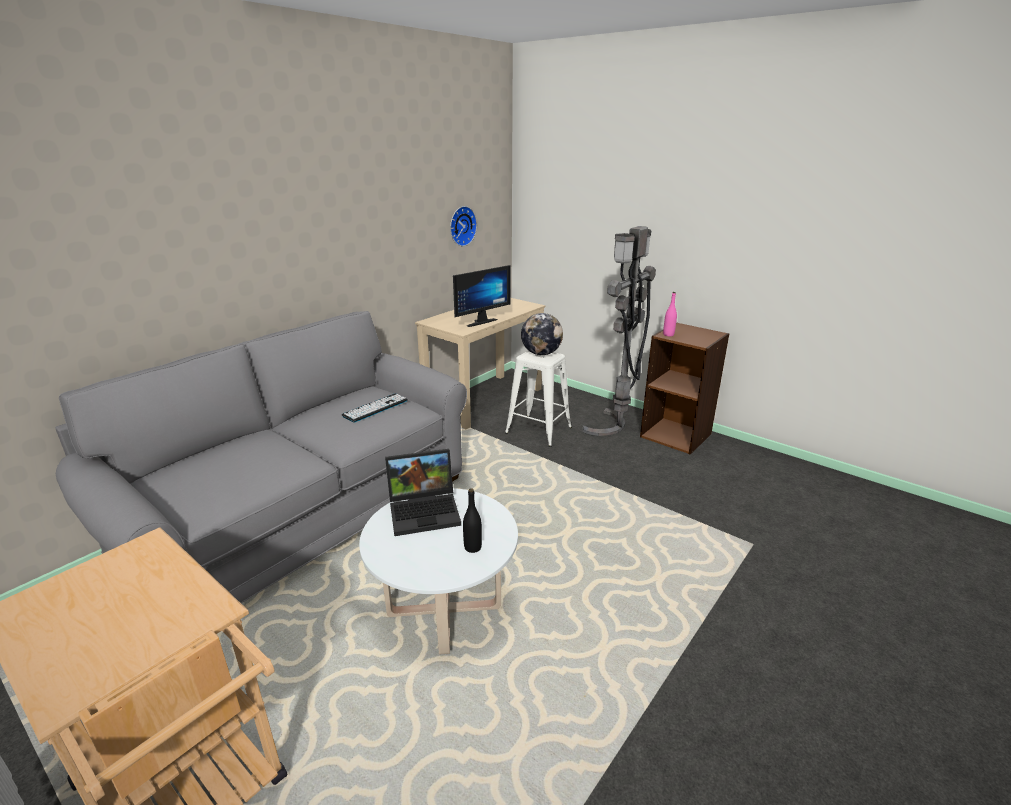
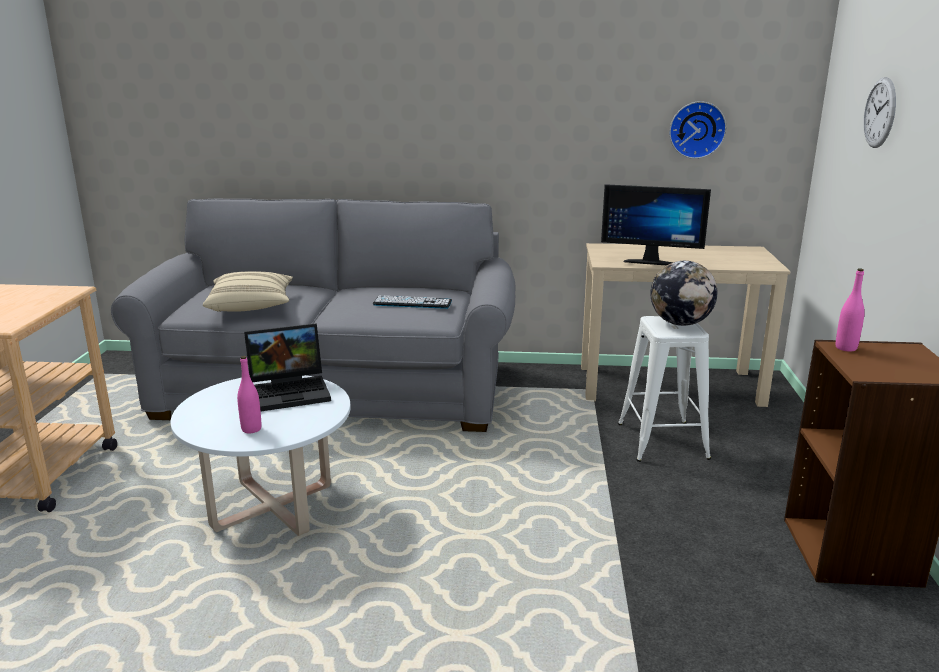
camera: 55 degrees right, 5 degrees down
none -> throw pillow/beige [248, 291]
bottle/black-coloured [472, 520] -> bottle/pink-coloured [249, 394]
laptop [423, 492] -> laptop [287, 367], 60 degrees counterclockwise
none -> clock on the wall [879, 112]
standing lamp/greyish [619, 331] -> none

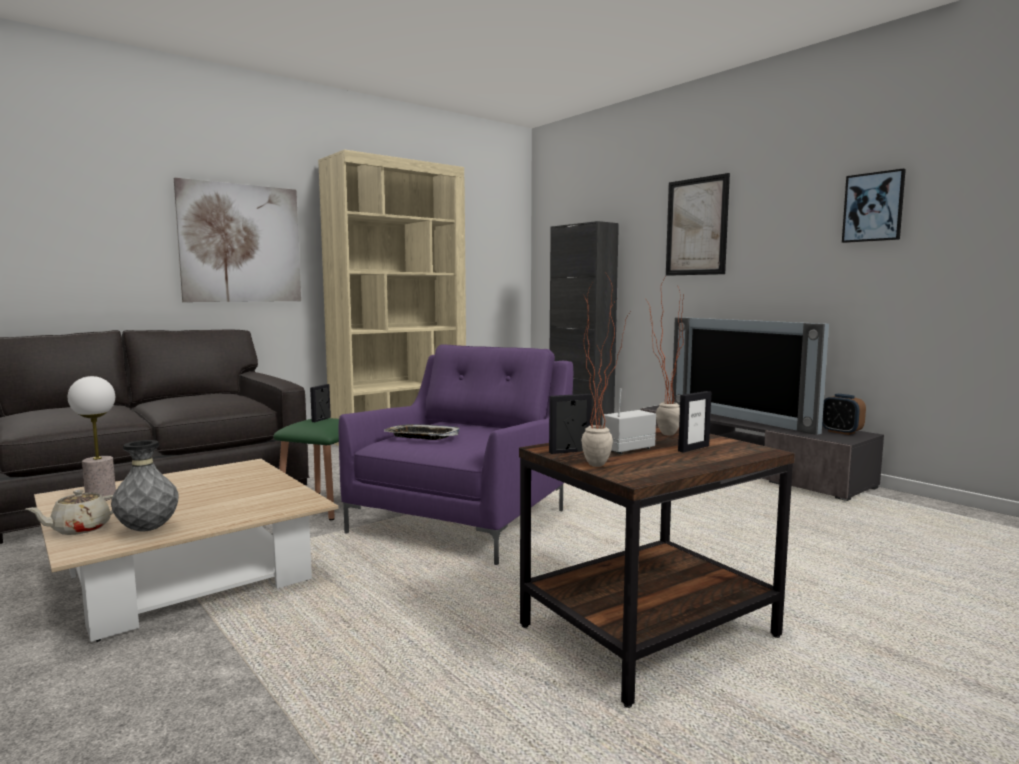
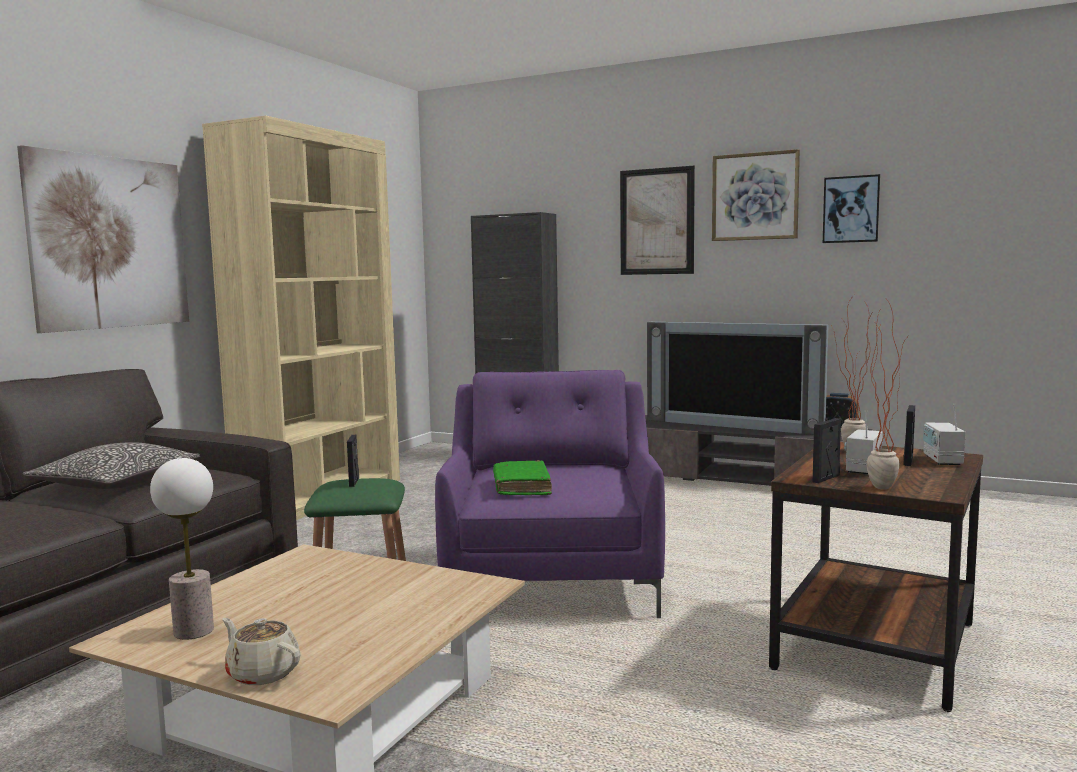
camera: 25 degrees left, 0 degrees up
none -> throw pillow [111, 465]
tea pot/beige [69, 512] -> tea pot/beige [261, 651], 105 degrees clockwise
carrying tray [422, 432] -> volume/greenish [522, 477]
none -> picture [756, 195]
none -> radio receiver [944, 434]
decorative vase/greyish [145, 486] -> none

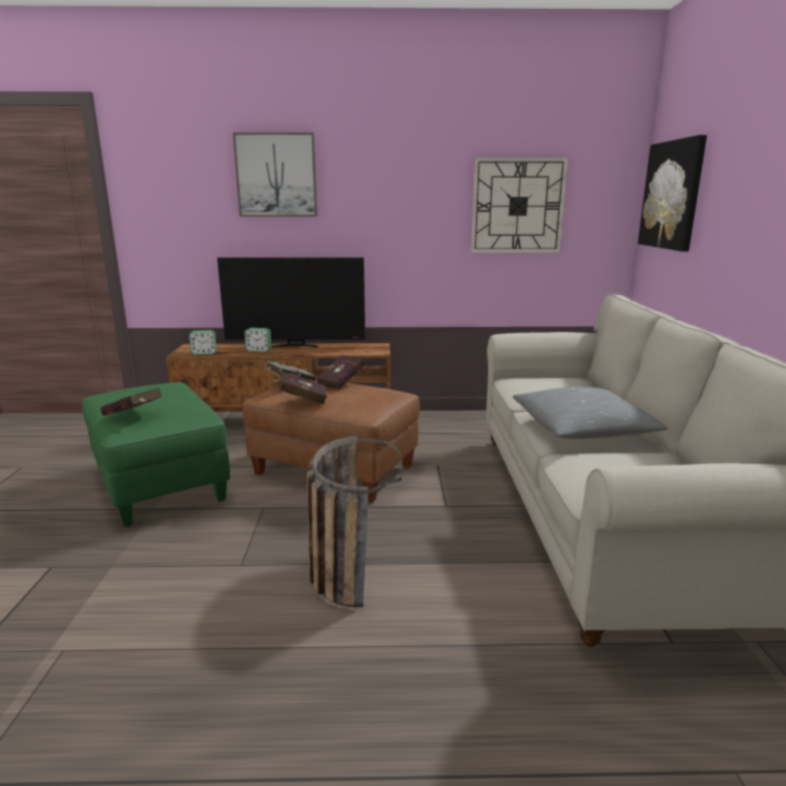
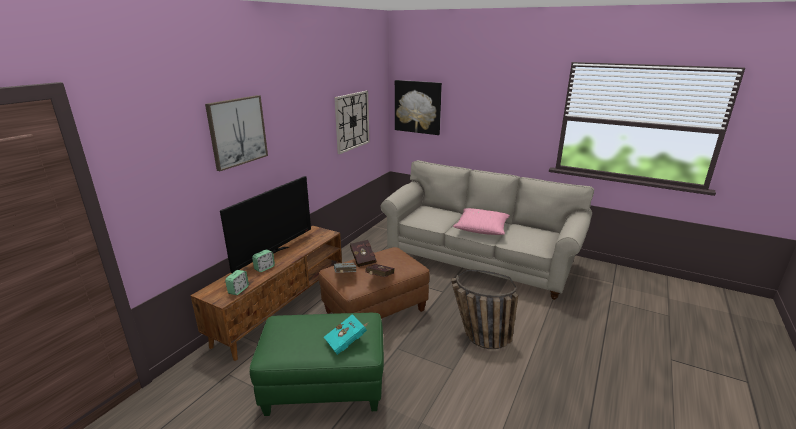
camera: 60 degrees left, 5 degrees up
volume/reddish [131, 402] -> volume/turquoise-coloured [346, 334]
throw pillow/greyish [590, 413] -> throw pillow/pink-coloured [481, 221]

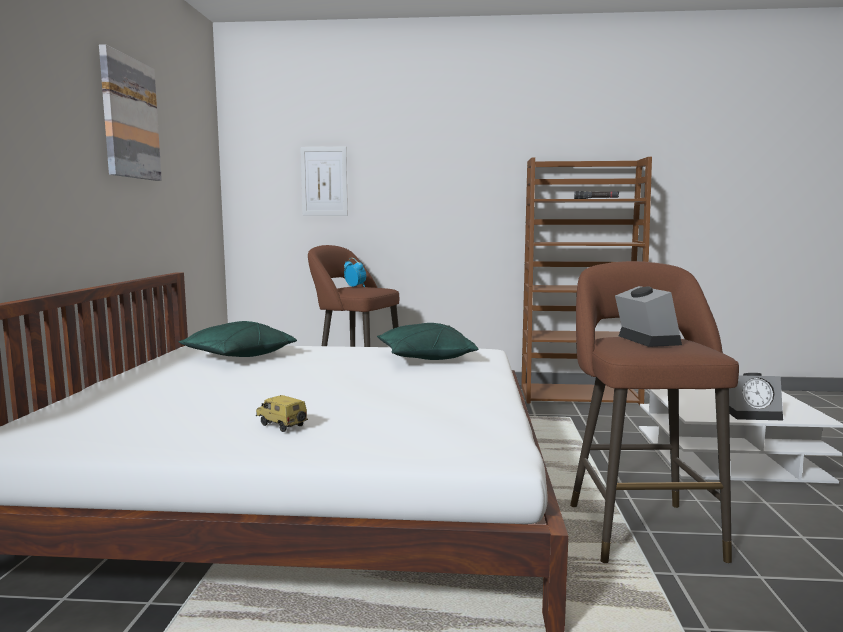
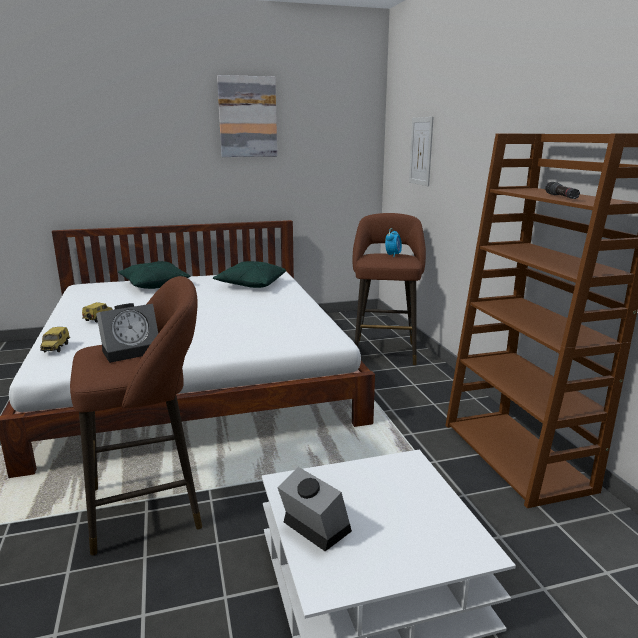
camera: 70 degrees right, 10 degrees up
none -> model car [55, 339]
throw pillow/greenish [428, 341] -> throw pillow/greenish [154, 275], shifted
alarm clock [756, 396] -> alarm clock [314, 509], 150 degrees clockwise

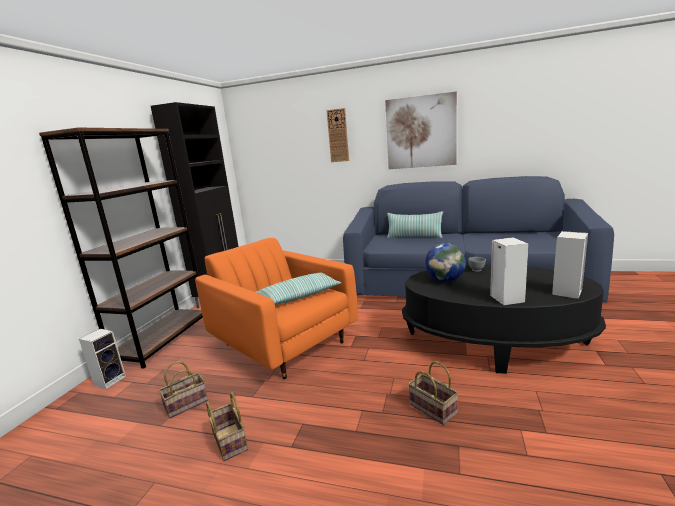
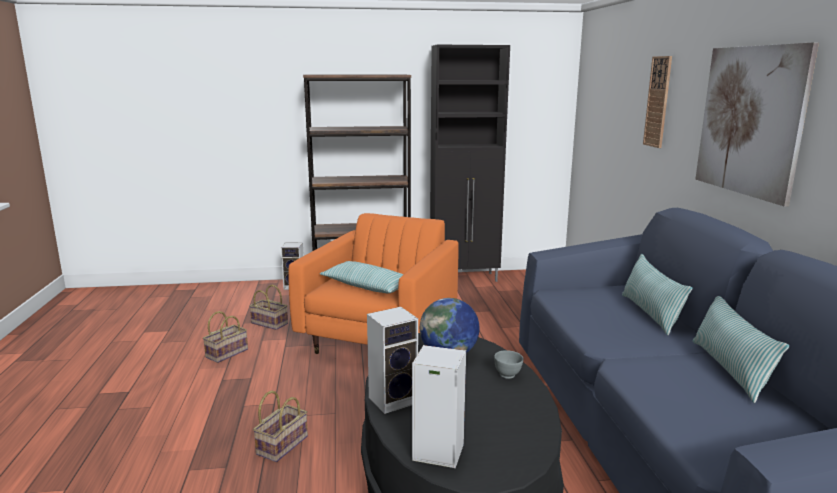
camera: 65 degrees right, 0 degrees up
none -> throw pillow [740, 349]

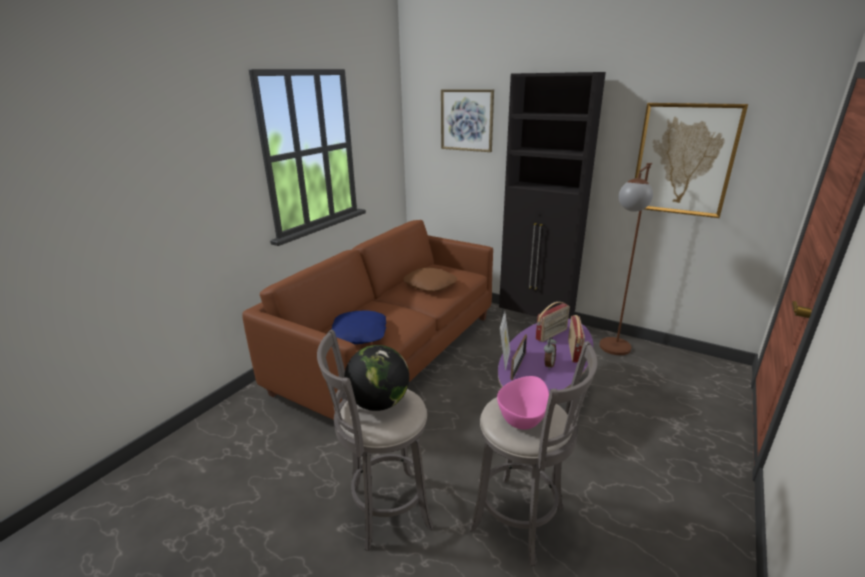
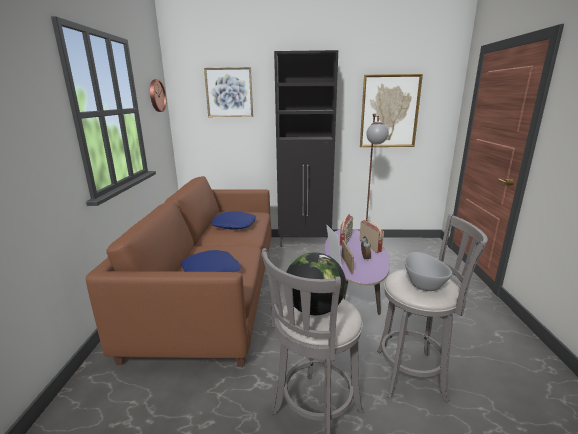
camera: 30 degrees left, 5 degrees down
none -> clock on the wall [158, 95]
throw pillow/brown [430, 279] -> throw pillow/blue [233, 220]
deep dish/pink-coloured [523, 403] -> deep dish/greyish [428, 271]

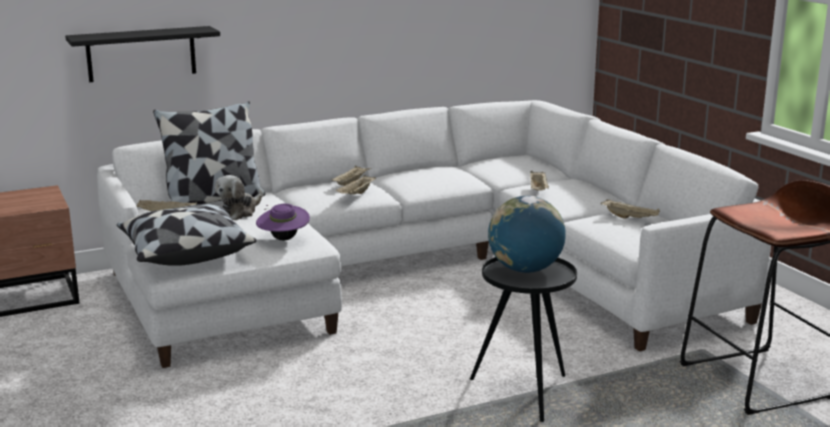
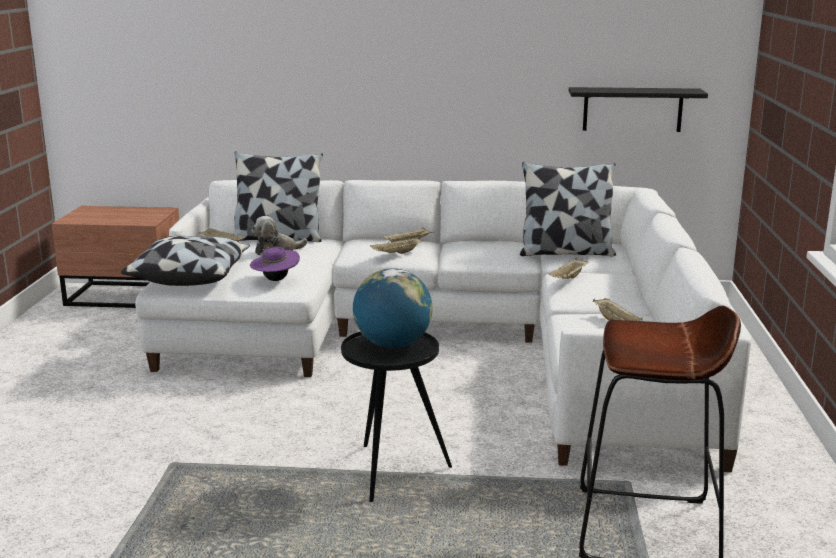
camera: 30 degrees right, 0 degrees up
none -> throw pillow [568, 209]
bracket shelf/black-coloured [142, 54] -> bracket shelf/black-coloured [638, 109], shifted

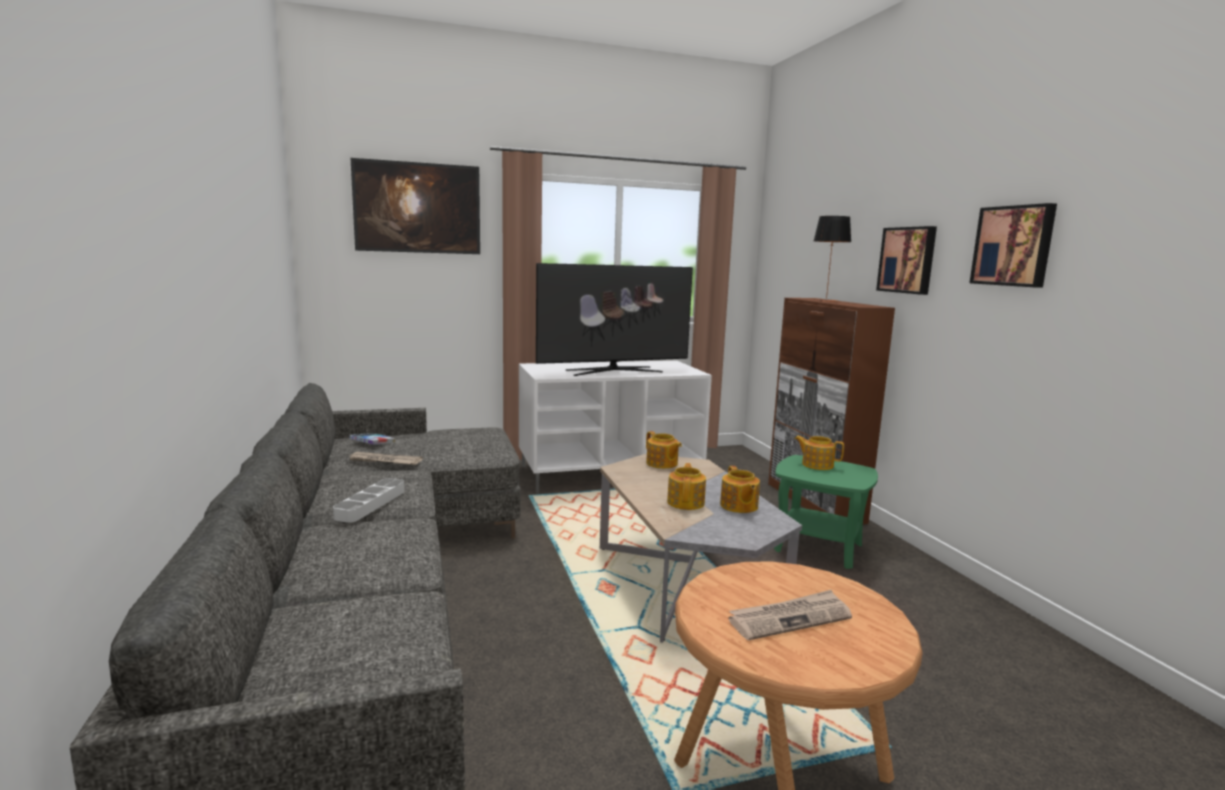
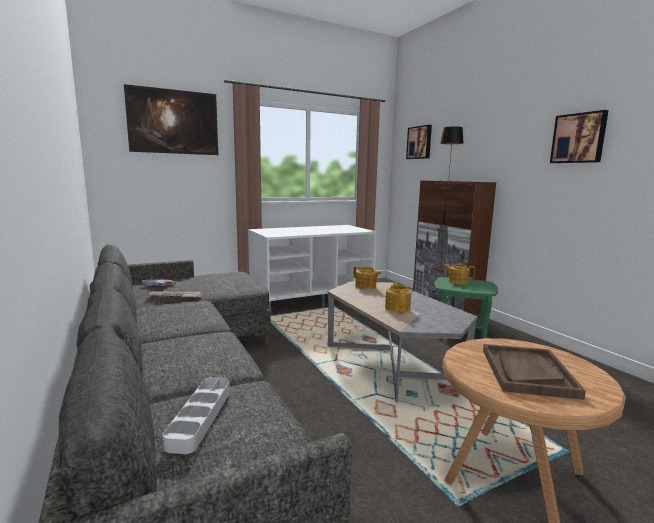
camera: 10 degrees left, 0 degrees up
carrying tray/greyish [368, 500] -> carrying tray/greyish [196, 415], shifted
picture [906, 260] -> picture [419, 142], shifted
printed paper [790, 615] -> carrying tray/brown [534, 372]
television [614, 319] -> none
tea pot [740, 489] -> none

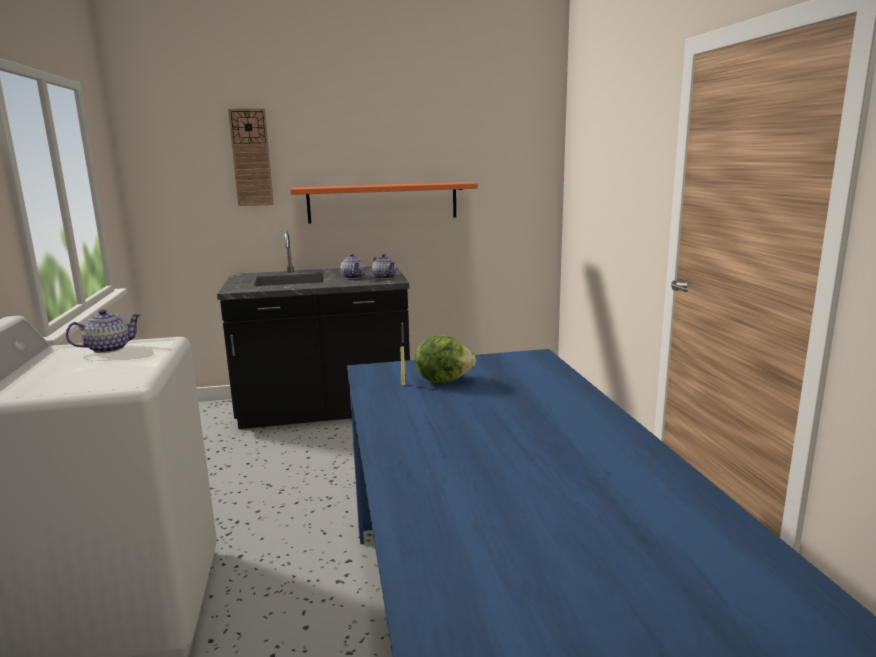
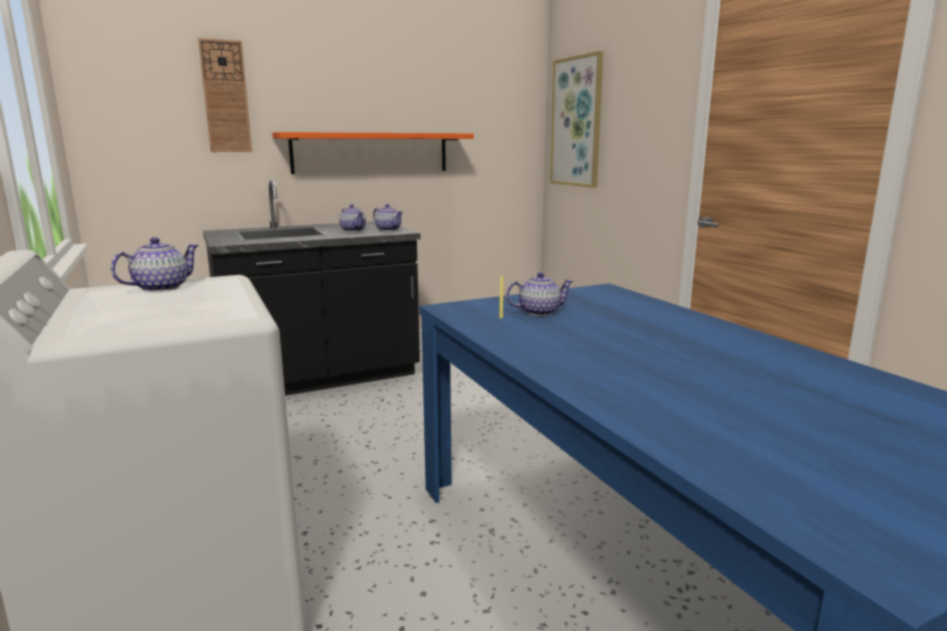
camera: 15 degrees left, 0 degrees up
lettuce [445, 359] -> tea pot [540, 294]
none -> picture [576, 119]

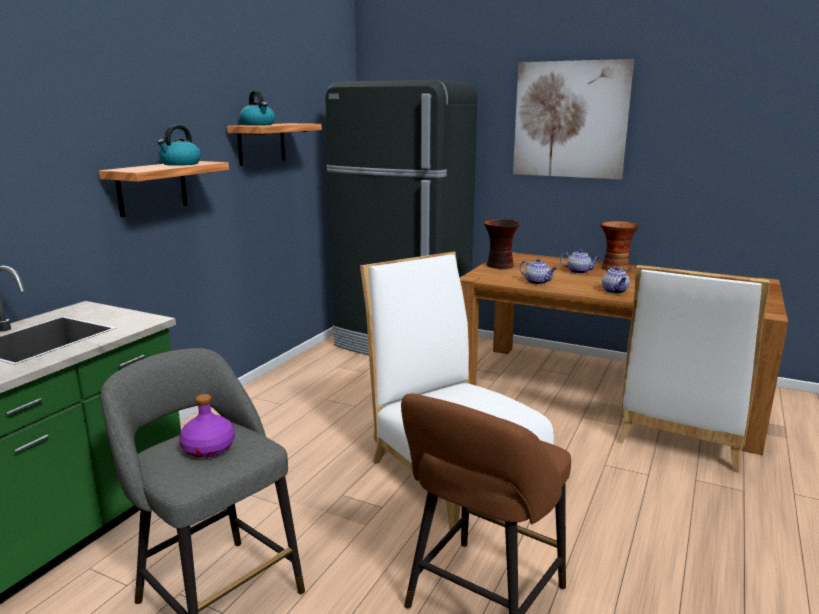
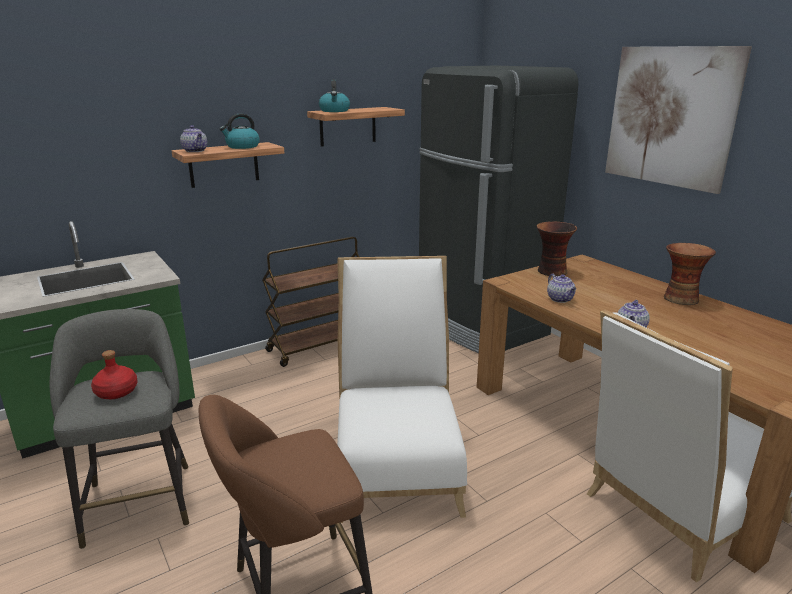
camera: 30 degrees right, 5 degrees up
bottle/purple-coloured [207, 425] -> bottle/reddish [114, 374]
tea pot [580, 261] -> tea pot [193, 138], shifted
none -> trolley/brown [310, 302]

